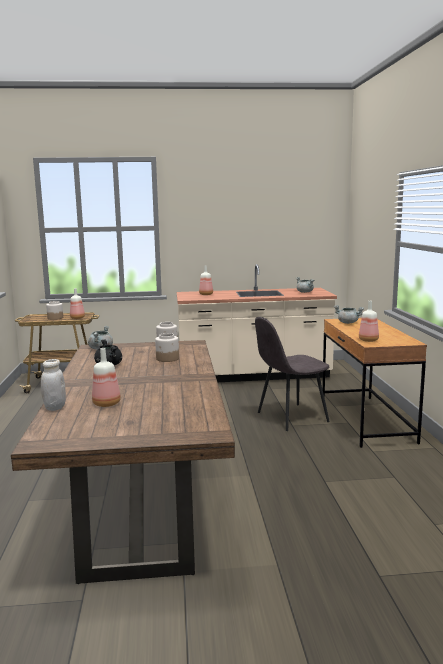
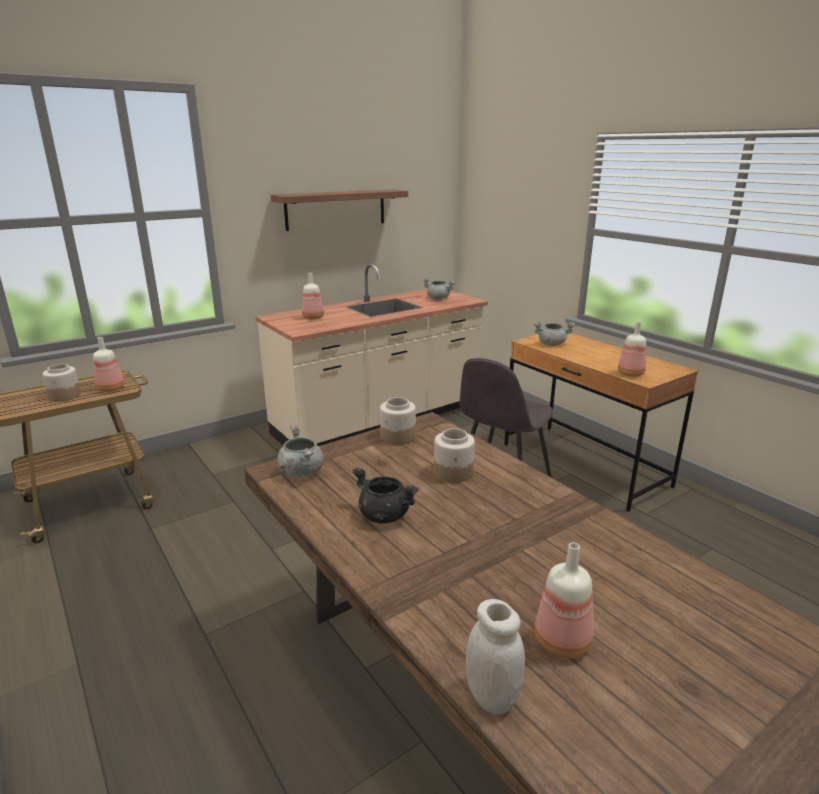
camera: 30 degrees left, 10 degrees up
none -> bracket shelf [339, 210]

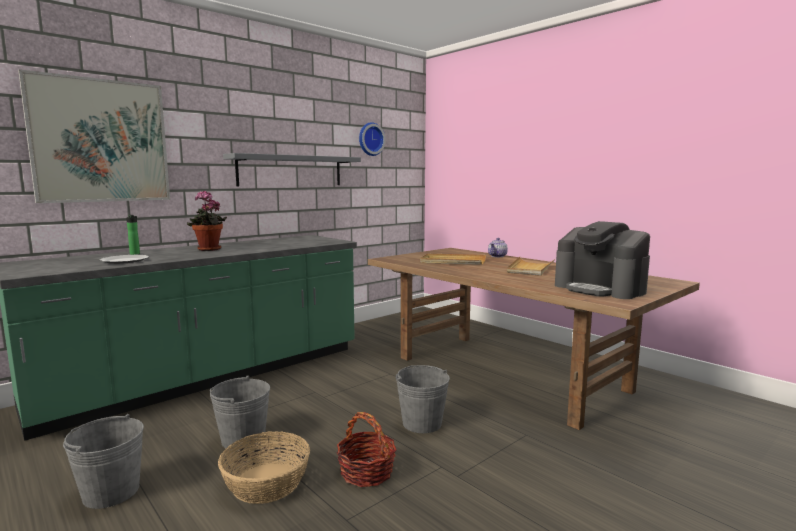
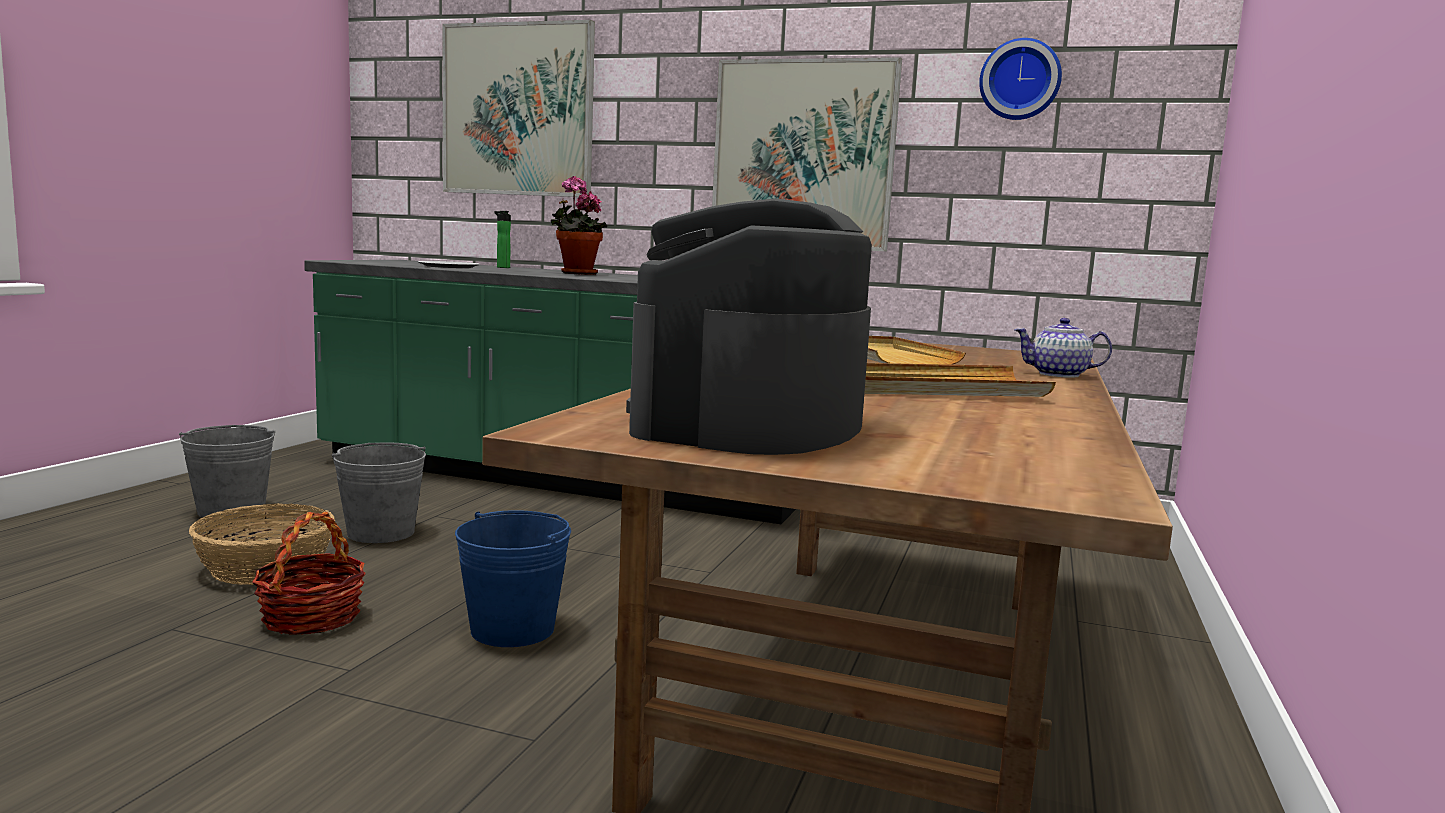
camera: 60 degrees right, 0 degrees up
pail/greyish [423, 399] -> pail/blue [513, 578]
bracket shelf/greyish [292, 169] -> picture [807, 154]

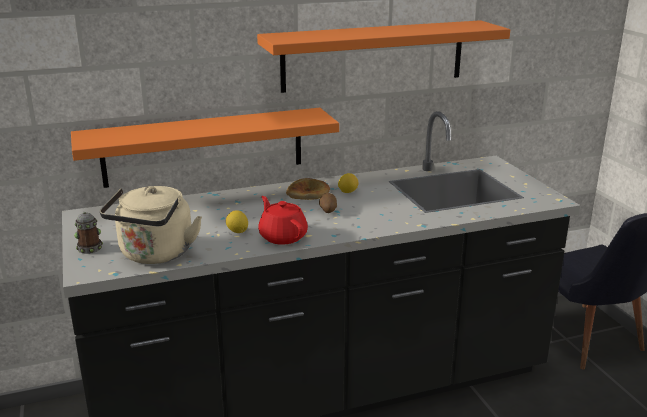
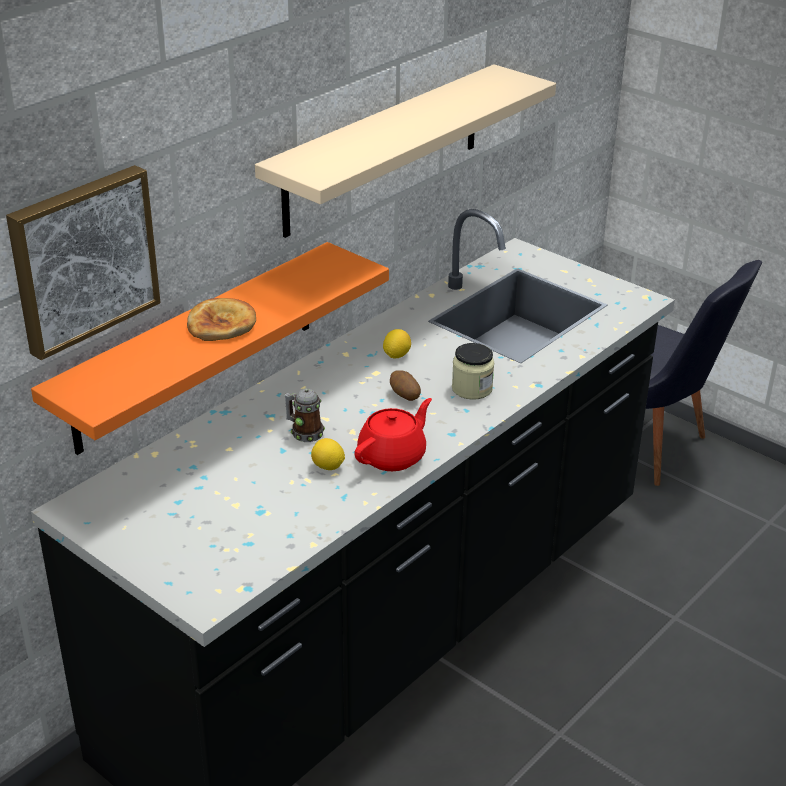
camera: 30 degrees left, 10 degrees up
none -> picture [83, 262]
bakery bread [308, 189] -> bakery bread [221, 319], shifted
bracket shelf/orange [383, 56] -> bracket shelf/beige [405, 151]
tea mug [88, 233] -> tea mug [304, 415], shifted
tea pot/reddish [283, 220] -> tea pot/reddish [393, 434], 105 degrees clockwise
none -> jar [473, 371]
water kettle/beige [151, 225] -> none

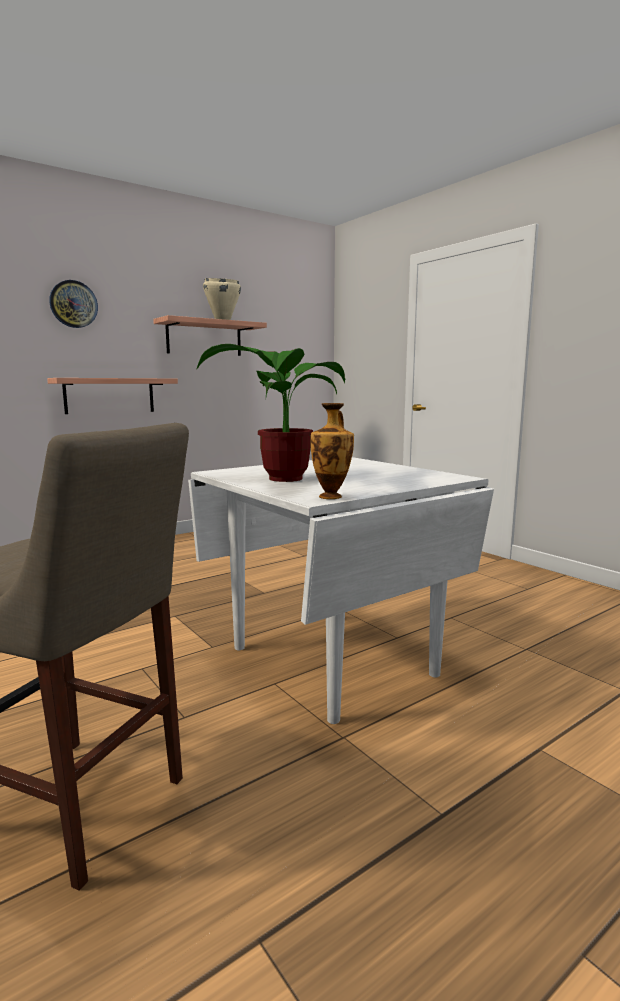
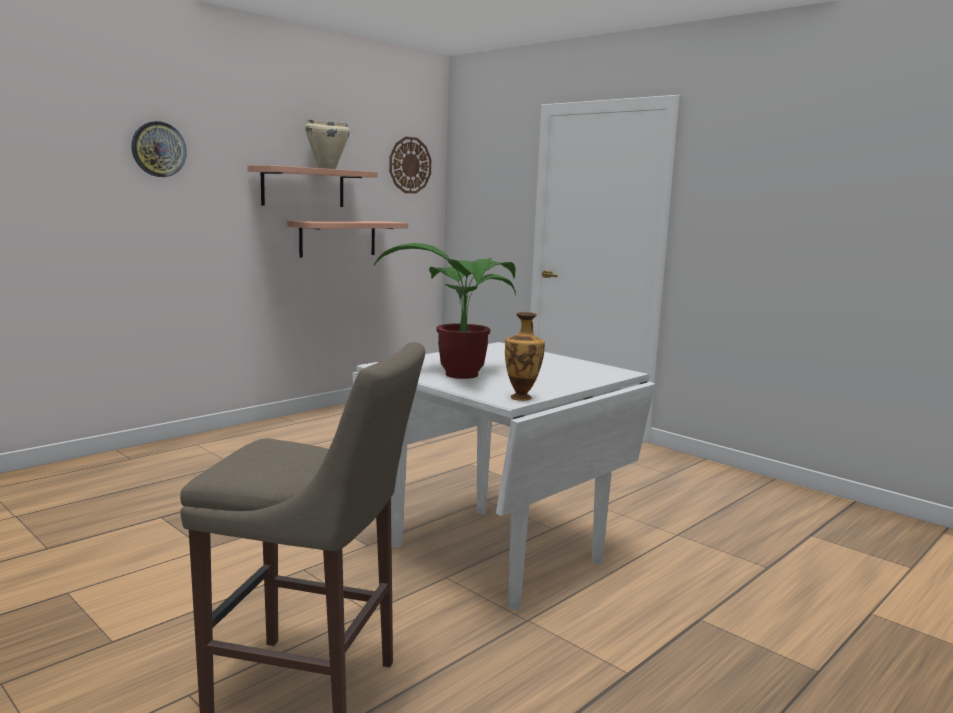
camera: 10 degrees left, 0 degrees up
bracket shelf [112, 396] -> bracket shelf [347, 239], shifted
none -> clock on the wall [410, 165]

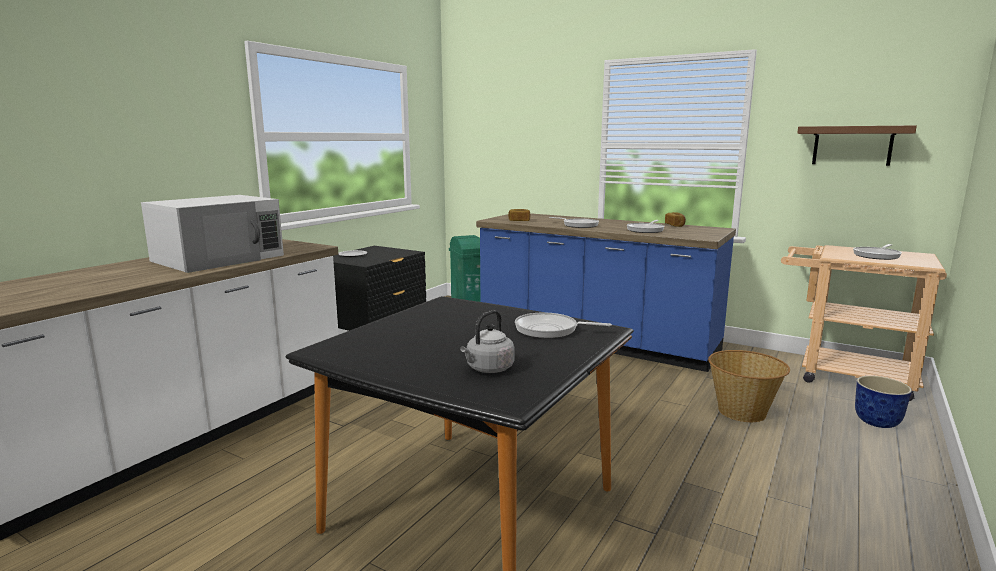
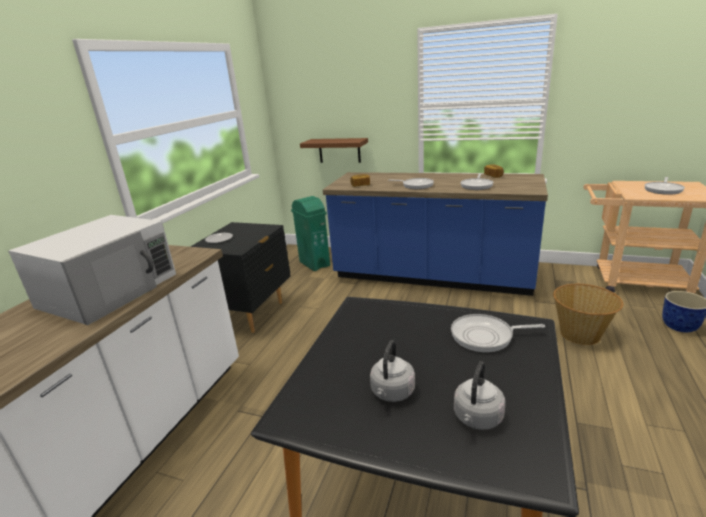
camera: 10 degrees left, 10 degrees up
bracket shelf/brown [857, 145] -> bracket shelf/brown [334, 150], shifted
none -> water kettle/greyish [392, 371]

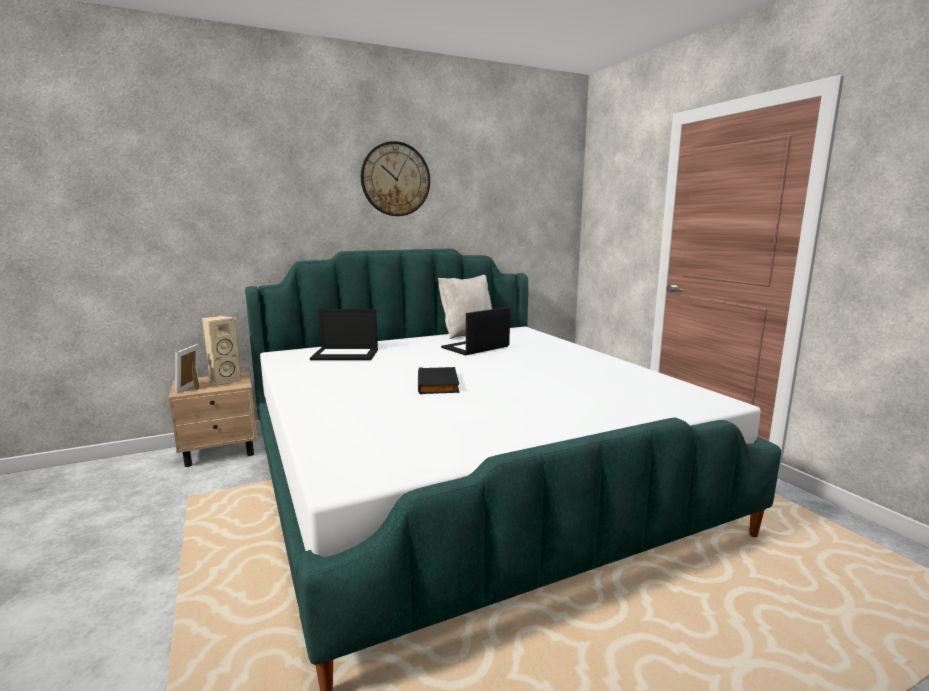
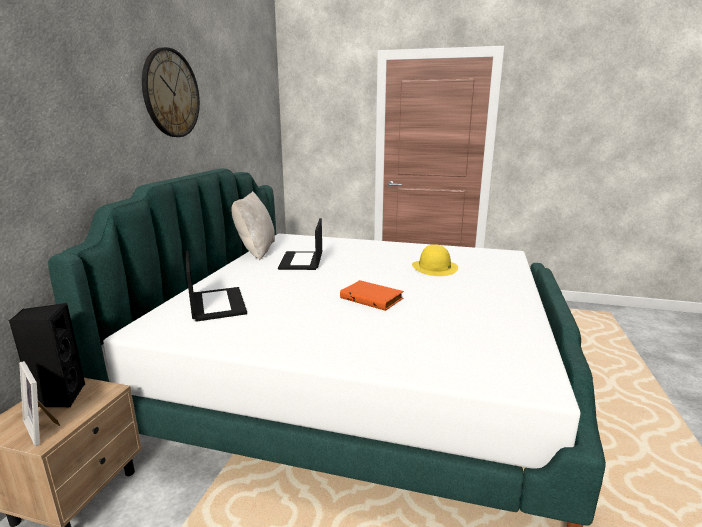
camera: 50 degrees left, 5 degrees up
loudspeaker/beige [222, 350] -> loudspeaker/black-coloured [47, 355]
laptop [344, 334] -> laptop [216, 286], 60 degrees counterclockwise
volume/black-coloured [438, 380] -> volume/orange [372, 295]
none -> wearable hat/yellow-coloured [435, 260]

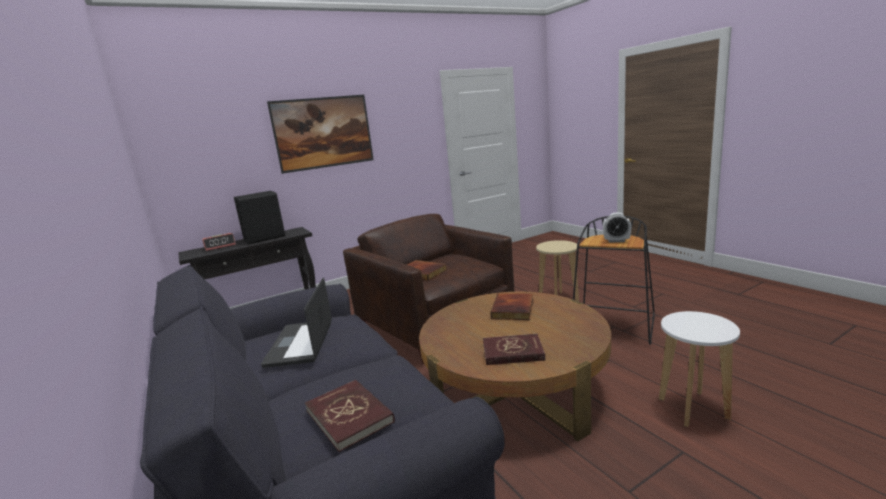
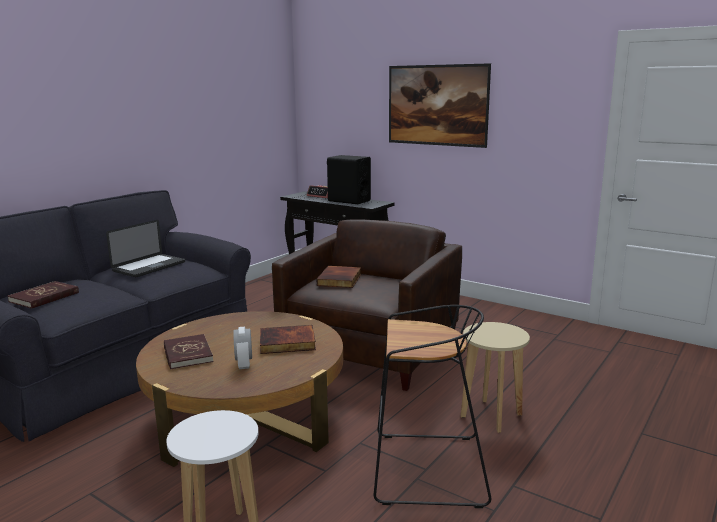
camera: 65 degrees right, 0 degrees up
laptop [296, 323] -> laptop [145, 248], 150 degrees clockwise
alarm clock [617, 228] -> alarm clock [242, 348], shifted

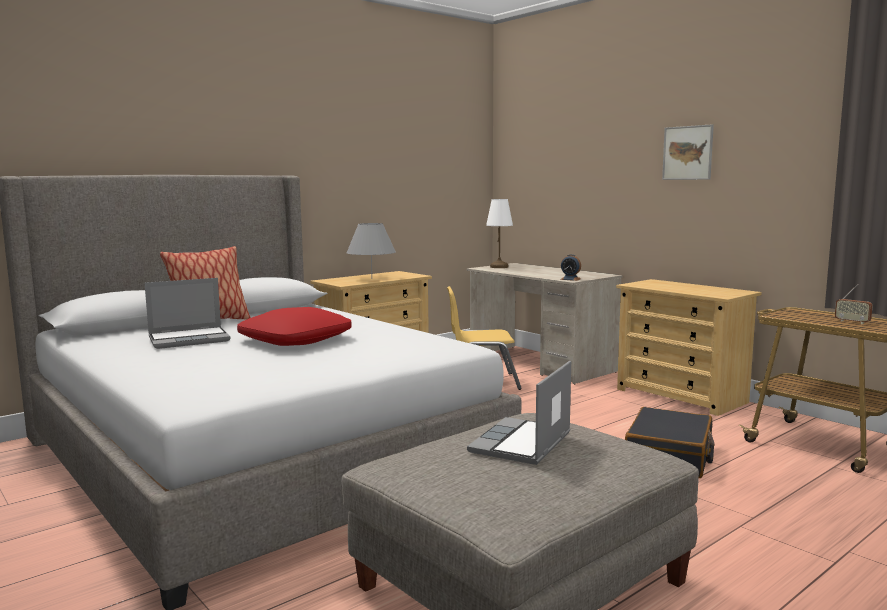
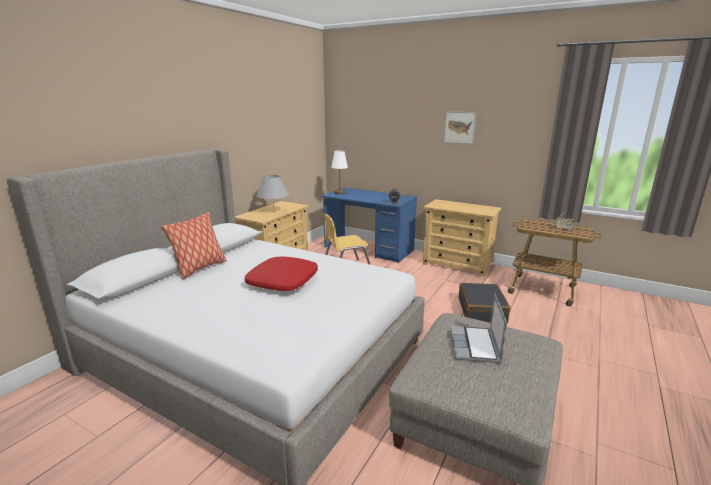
camera: 20 degrees left, 10 degrees up
desk unit/beige [545, 323] -> desk unit/blue [369, 225]
laptop [188, 313] -> none

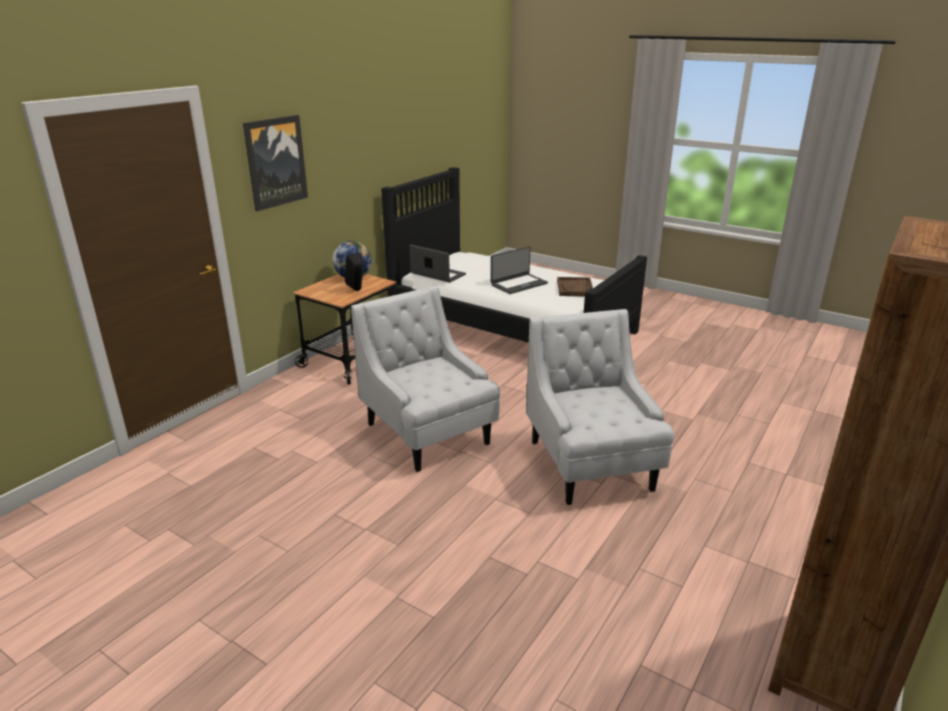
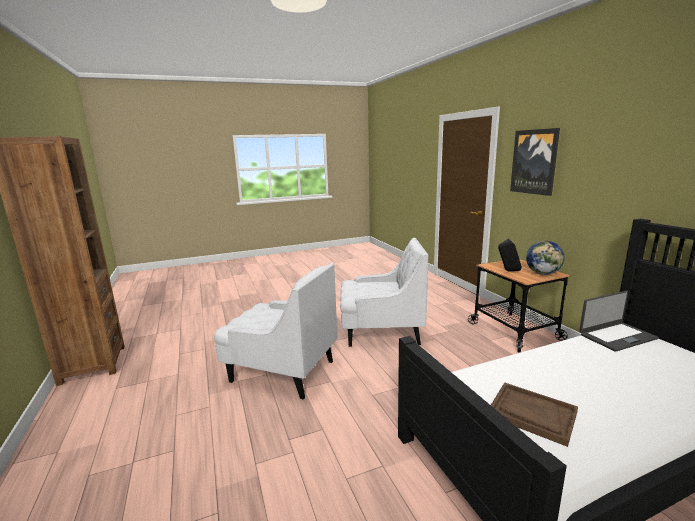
camera: 125 degrees right, 10 degrees down
laptop [519, 270] -> none

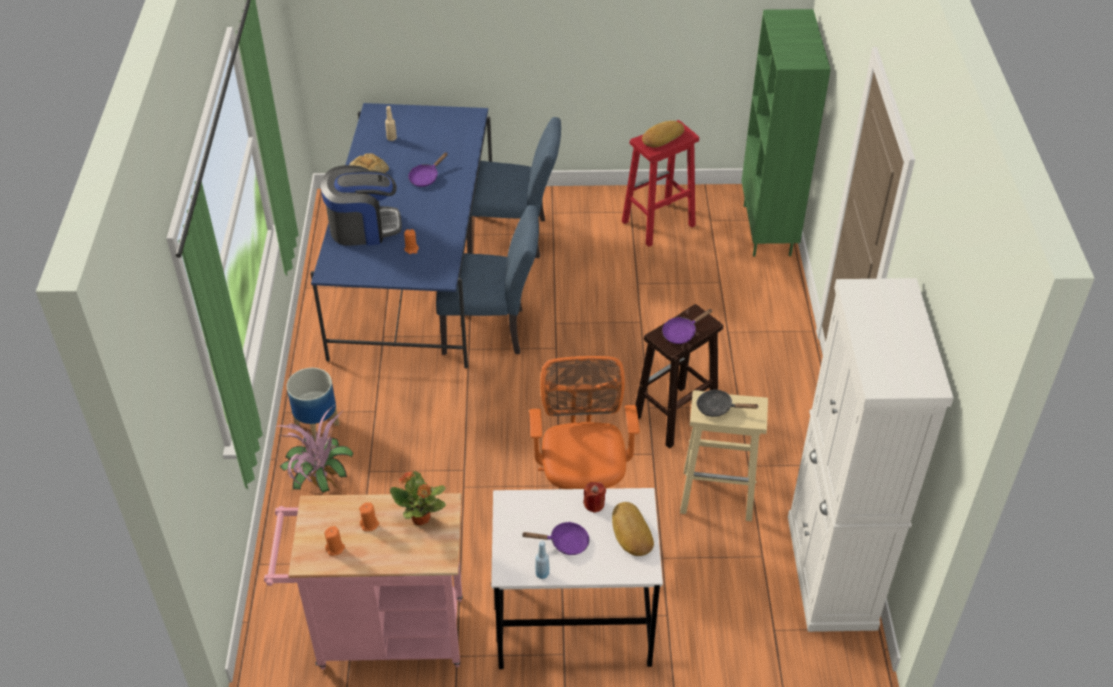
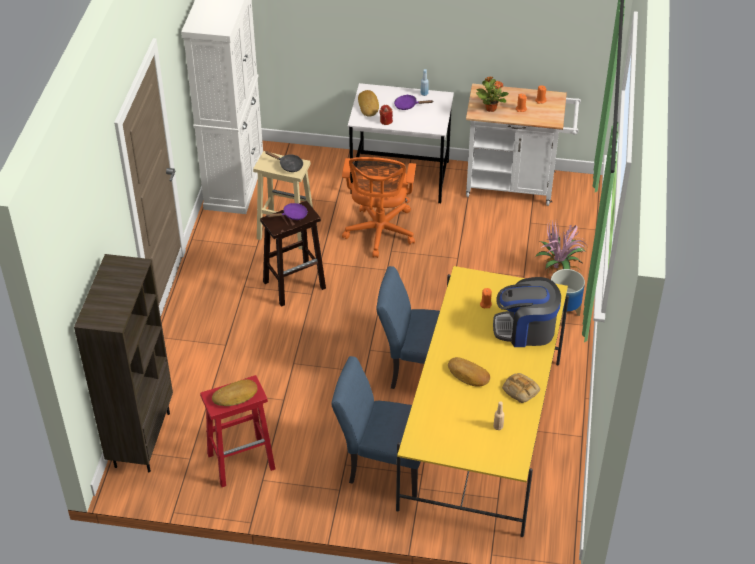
camera: 170 degrees left, 0 degrees up
bookcase/greenish [786, 133] -> bookcase/brown [123, 363]
kitchen table/blue [401, 235] -> kitchen table/yellow-coloured [482, 401]
pan/purple-coloured [428, 169] -> bakery bread [469, 371]
trolley/pink-coloured [363, 581] -> trolley/whitish [523, 145]

